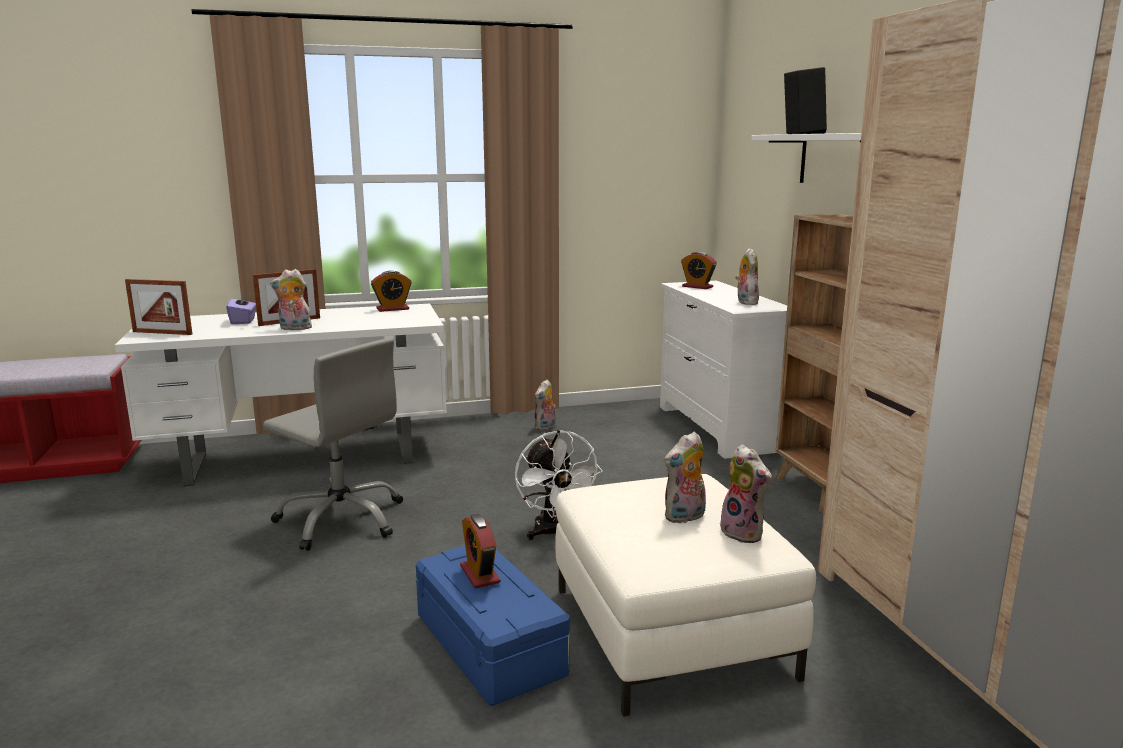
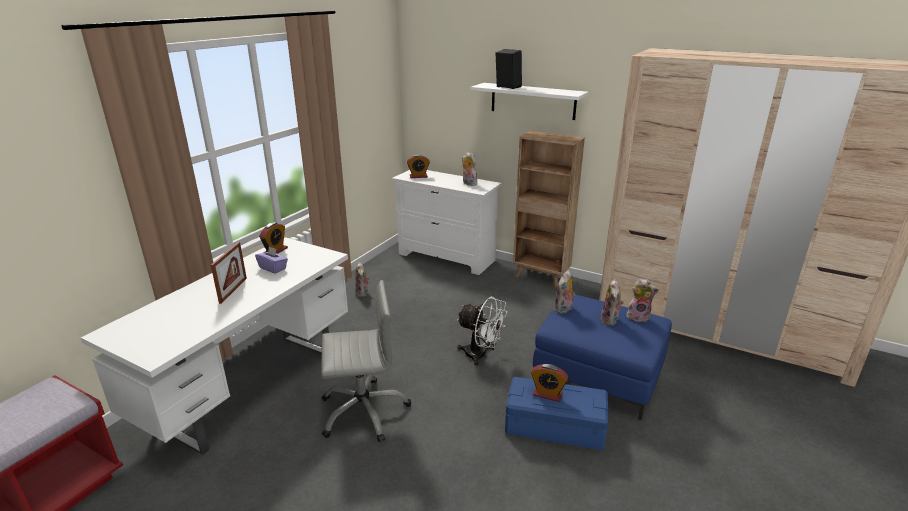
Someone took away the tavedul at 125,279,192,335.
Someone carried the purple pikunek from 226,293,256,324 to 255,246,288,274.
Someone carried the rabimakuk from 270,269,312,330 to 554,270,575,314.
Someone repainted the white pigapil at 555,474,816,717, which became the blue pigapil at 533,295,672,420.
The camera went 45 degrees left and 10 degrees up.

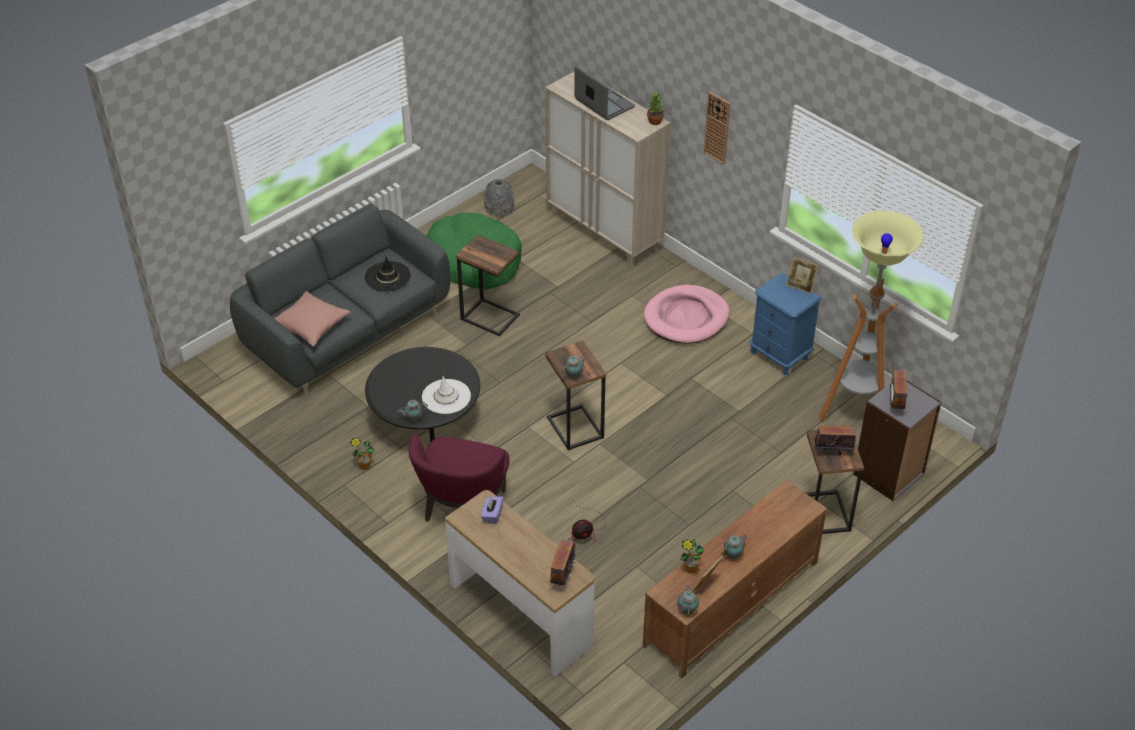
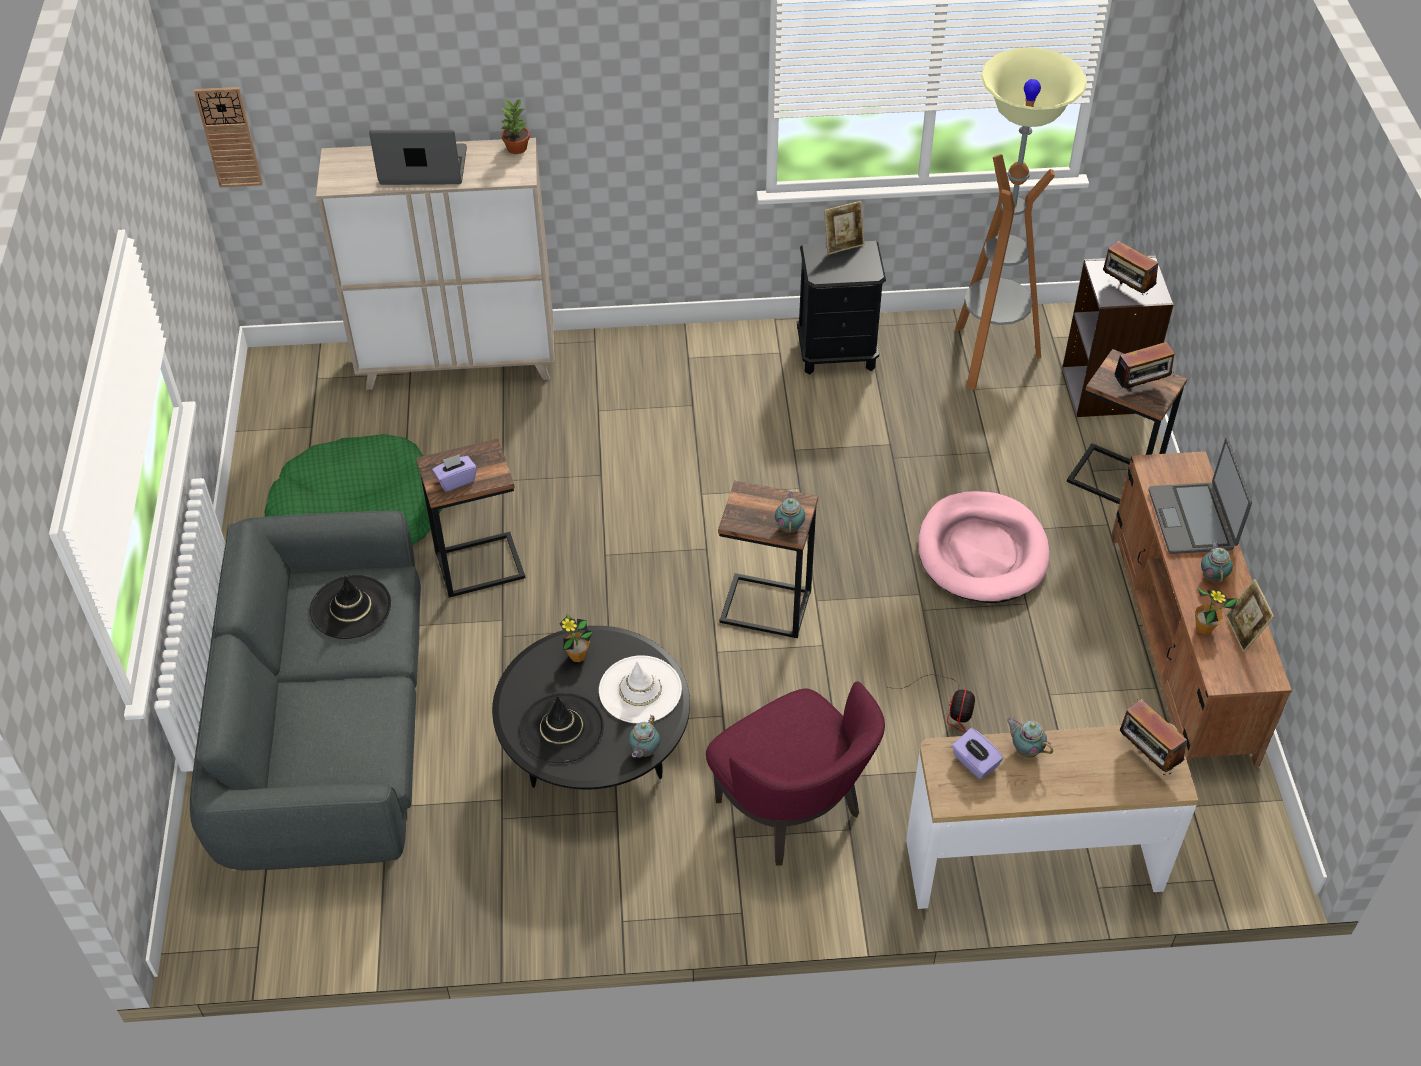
Someone took away the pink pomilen at 274,291,350,347.
Someone took away the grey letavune at 484,179,514,217.
Someone put down the purple pikunek at 432,454,477,492.
Someone put down the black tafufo at 519,693,604,763.
Someone put down the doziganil at 1149,438,1252,554.
Someone carried the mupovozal from 350,438,375,470 to 559,614,593,662.
Someone carried the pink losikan from 643,285,730,344 to 918,491,1050,603.
Someone carried the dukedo from 677,585,699,616 to 1006,718,1053,758.
Someone carried the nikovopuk from 704,92,730,164 to 194,87,263,187.
Someone repainted the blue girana at 750,273,822,375, which became the black girana at 797,241,886,375.
Someone rotated the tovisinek at 815,420,856,456 by 150 degrees counterclockwise.
The camera went 50 degrees left and 5 degrees up.

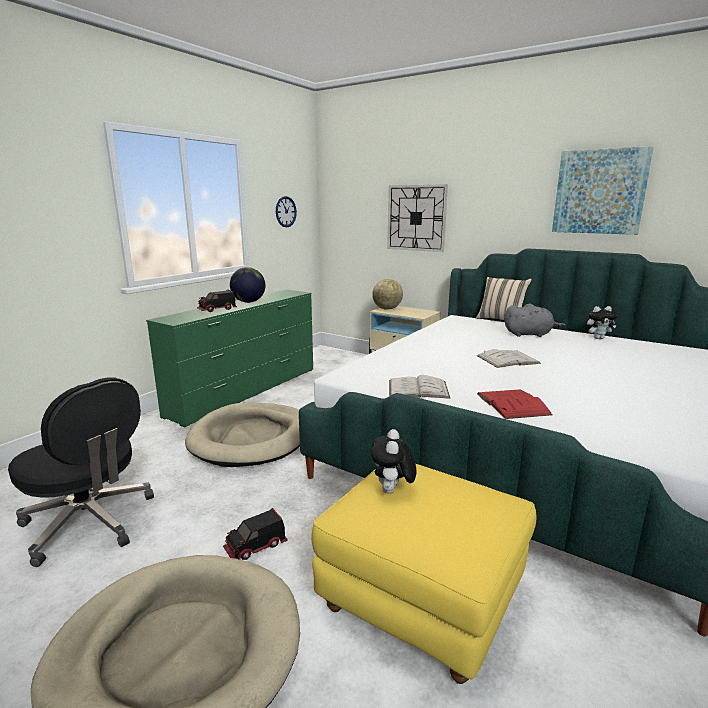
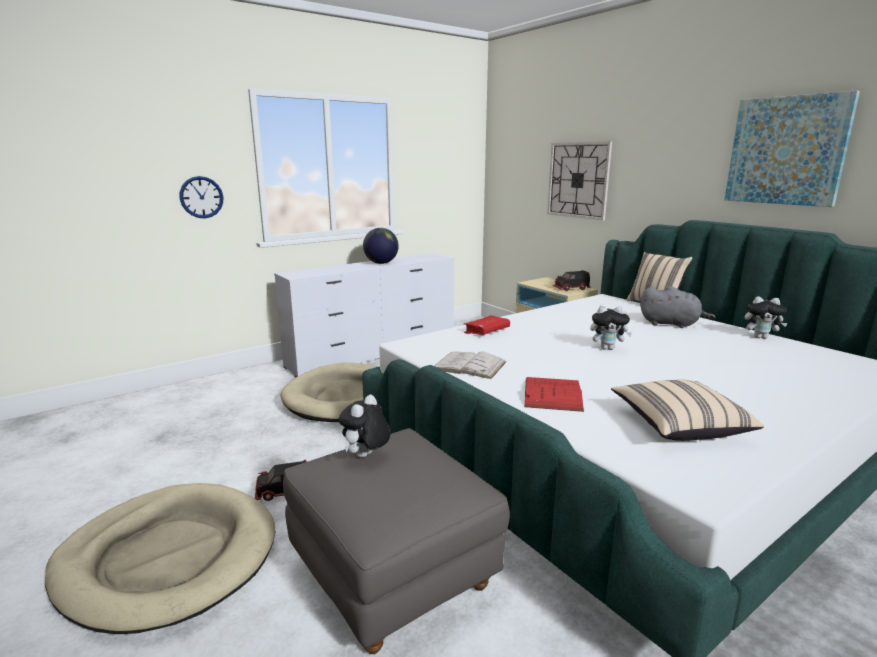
Someone took away the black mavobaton at 8,377,154,567.
Someone took away the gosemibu at 372,279,403,310.
Someone put down the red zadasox at 464,315,510,335.
Someone put down the beige pomilen at 611,380,764,441.
Someone carried the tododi from 197,290,237,312 to 552,270,591,291.
Someone carried the nikovopuk from 276,196,297,227 to 180,176,223,218.
Someone swapped the white zadasox at 477,349,541,368 for the rabimakuk at 590,306,632,350.
Someone repainted the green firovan at 146,289,313,427, which became the white firovan at 274,253,455,377.
Someone repainted the yellow pigapil at 311,464,537,684, which became the grey pigapil at 283,428,510,654.
The camera went 20 degrees right and 0 degrees up.

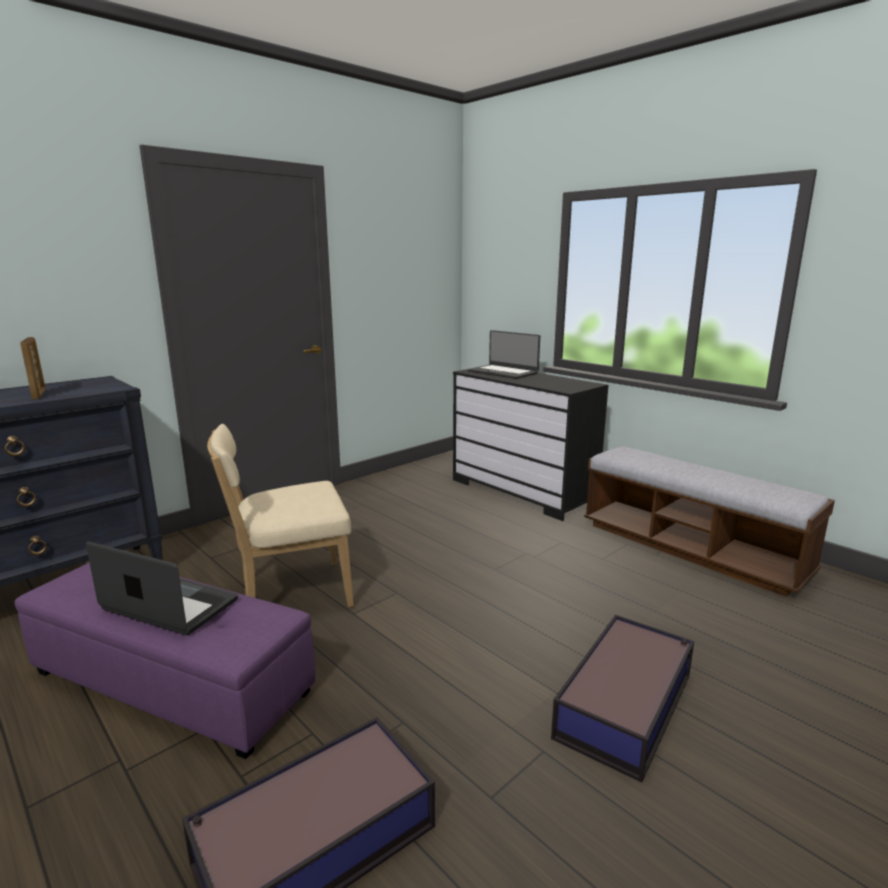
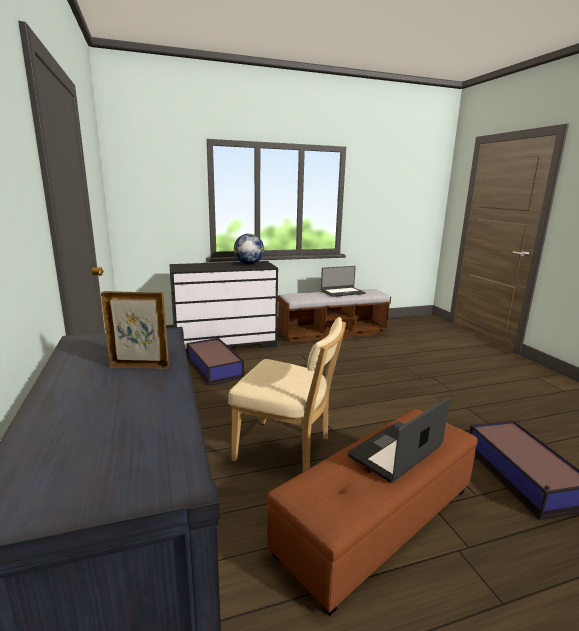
Someone put down the gosemibu at 234,234,264,264.
Someone carried the doziganil from 468,330,540,379 to 321,266,366,297.
Someone carried the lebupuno from 551,615,694,783 to 187,338,244,386.
Someone repainted the purple pigapil at 14,563,315,759, which became the brown pigapil at 267,409,478,616.
Someone rotated the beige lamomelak at 207,424,354,607 by 75 degrees counterclockwise.
The camera went 65 degrees left and 0 degrees up.

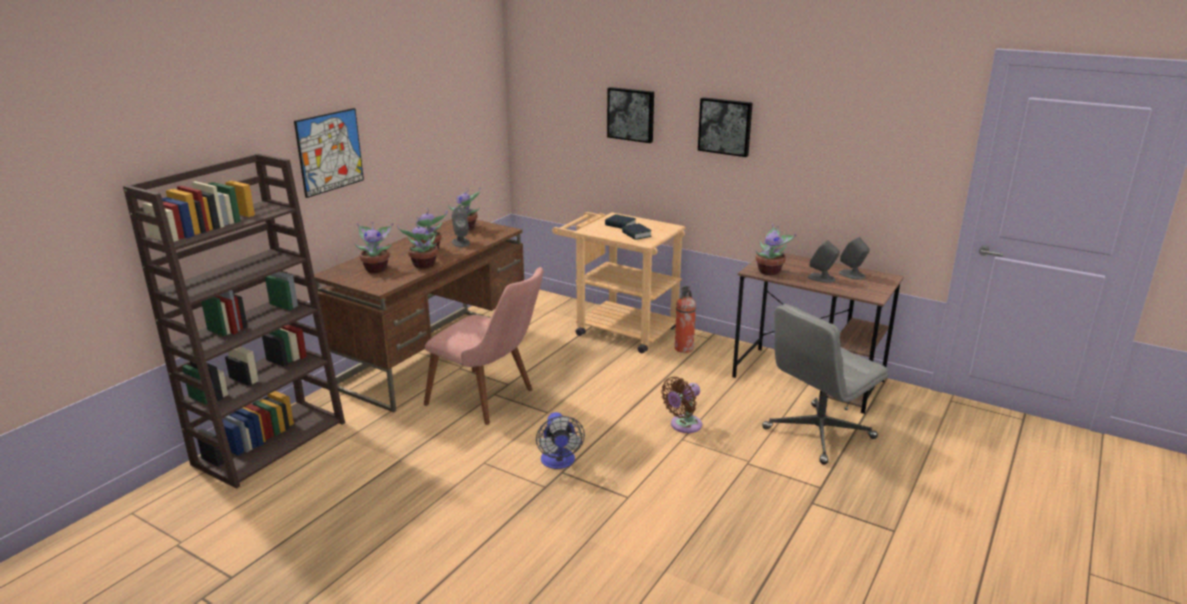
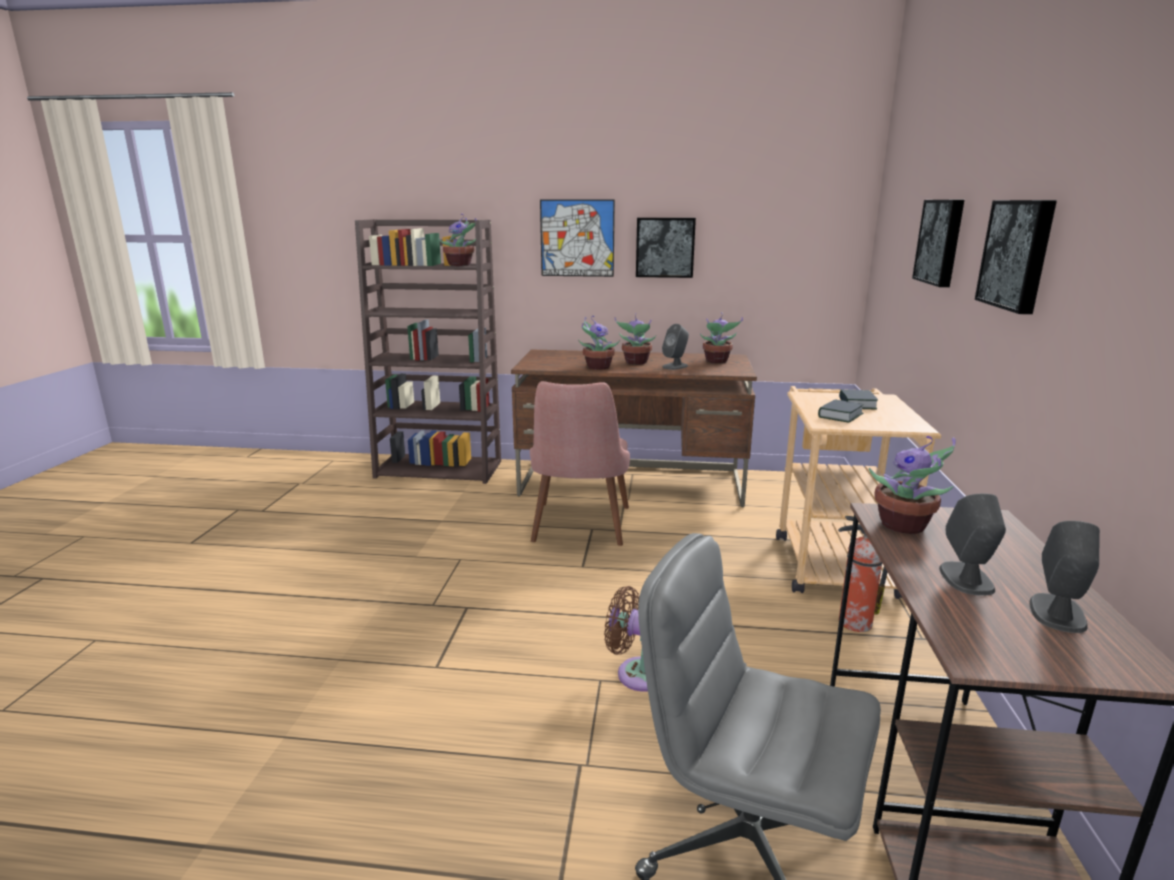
Someone took away the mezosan at 536,412,585,469.
Someone put up the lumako at 636,218,696,278.
Someone carried the mupovozal from 354,222,393,273 to 438,214,477,266.
The camera went 65 degrees right and 5 degrees down.

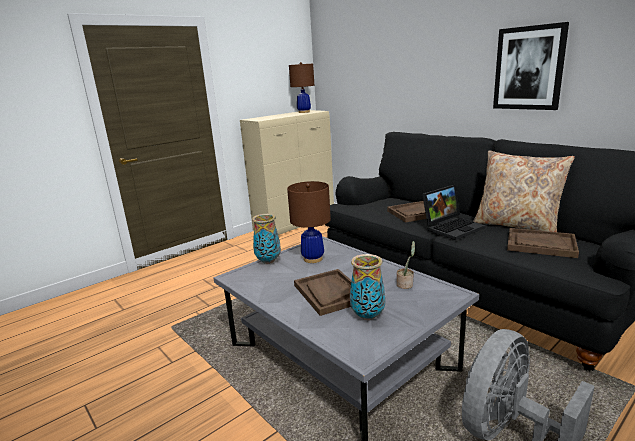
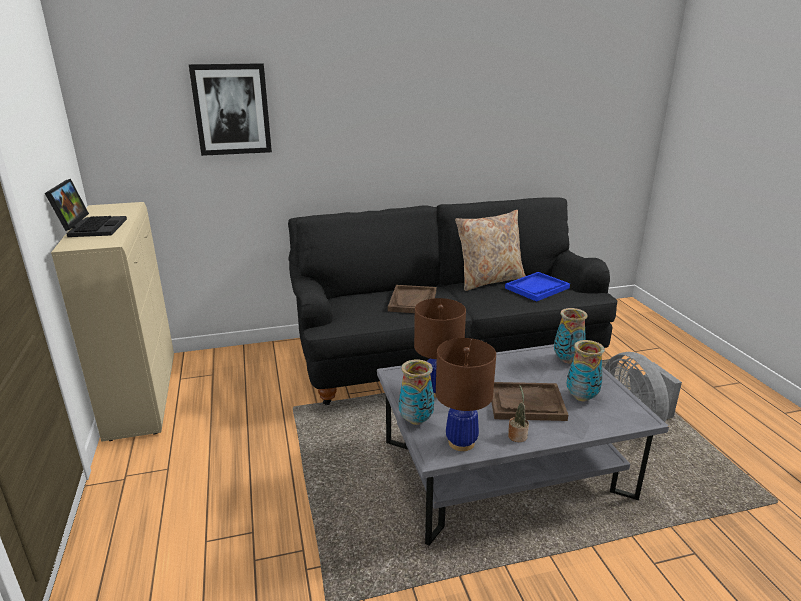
Someone put down the letavune at 554,308,588,363.
Someone carried the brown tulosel from 289,62,314,113 to 436,338,496,451.
Someone carried the mupovozal from 397,241,415,289 to 508,385,529,442.
Someone carried the doziganil from 422,185,485,240 to 45,179,127,237.
Someone carried the lumako from 493,22,569,110 to 189,63,272,156.
Someone repainted the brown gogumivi at 507,228,579,258, which became the blue gogumivi at 505,272,570,302.
The camera went 65 degrees left and 5 degrees up.

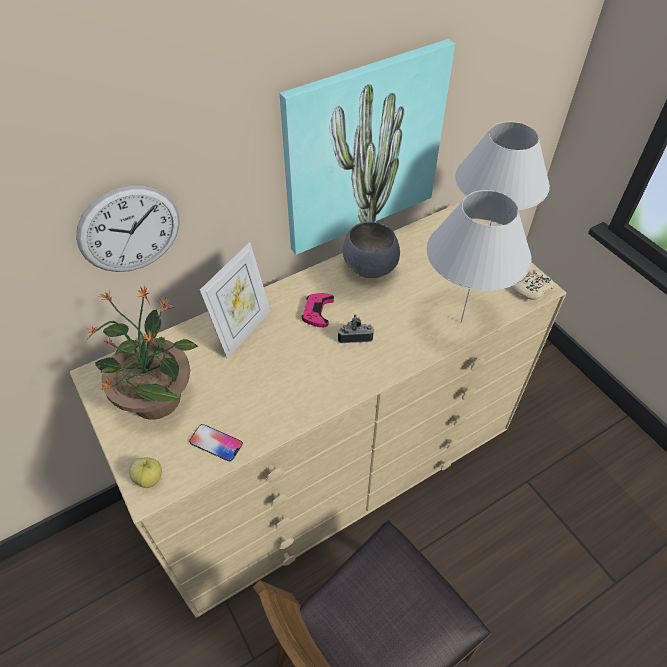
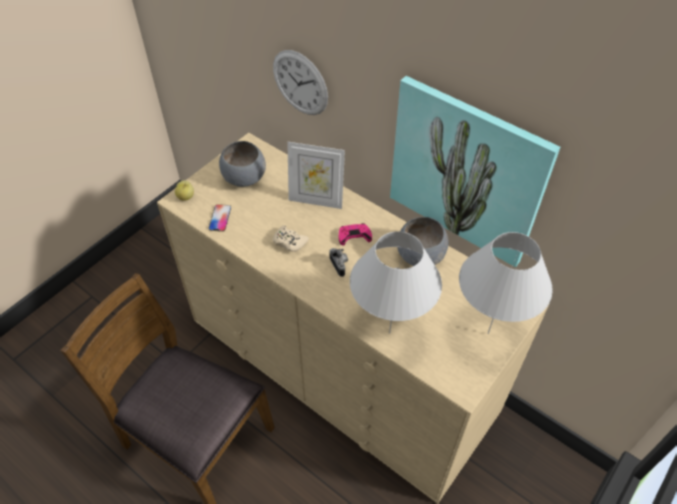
Someone carried the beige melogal from 511,270,555,300 to 273,225,309,252.
Someone swapped the mupovozal at 87,286,198,420 for the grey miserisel at 219,141,266,187.
The camera went 70 degrees right and 0 degrees up.

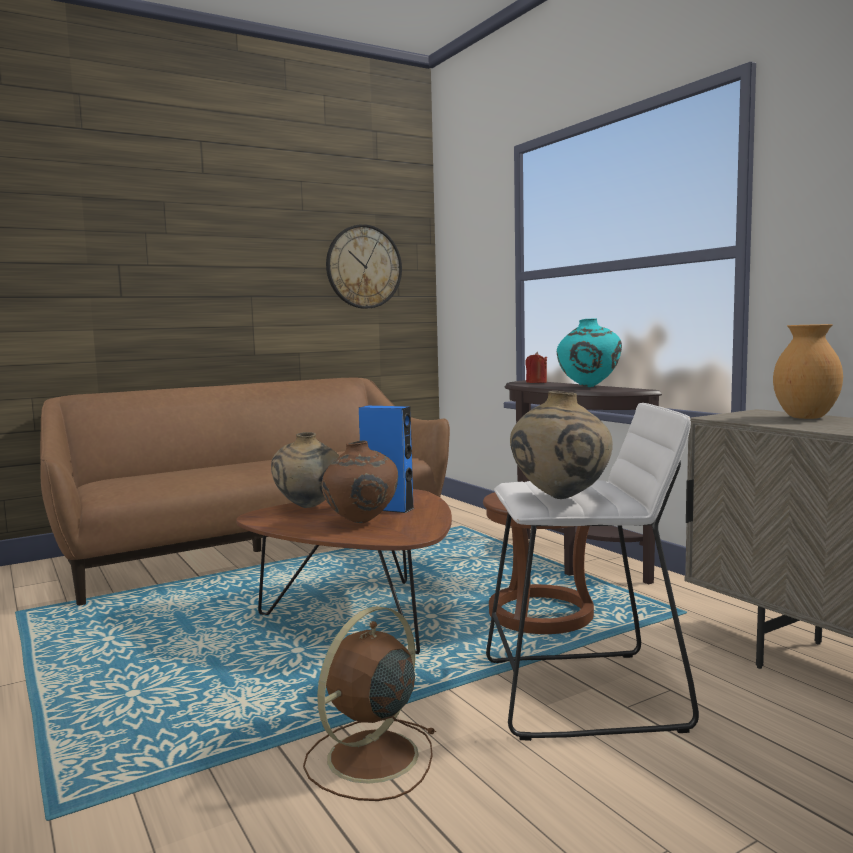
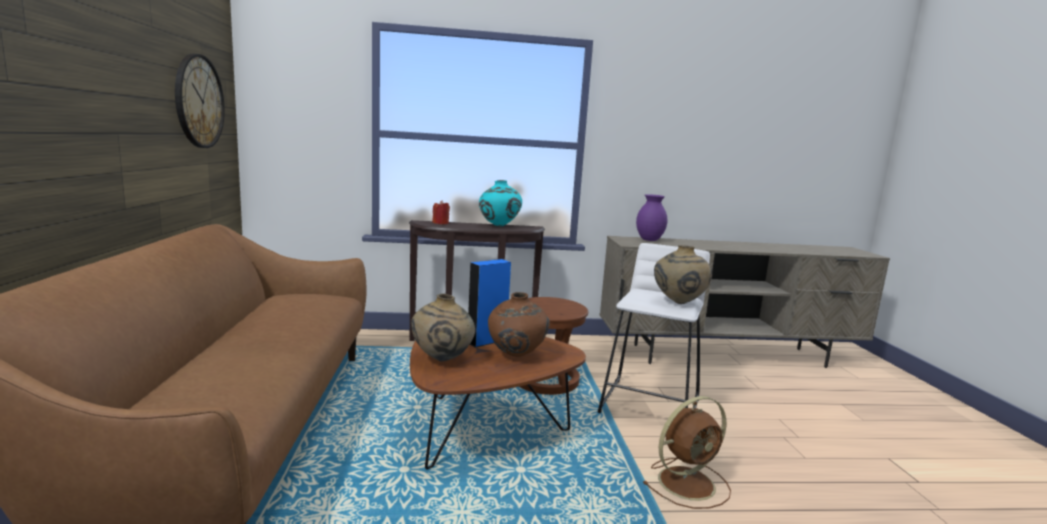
Someone repainted the brown letavune at 773,324,843,419, which became the purple letavune at 636,194,667,241.
Someone rotated the brown mezosan at 303,606,436,801 by 90 degrees counterclockwise.
The camera went 65 degrees left and 5 degrees up.

